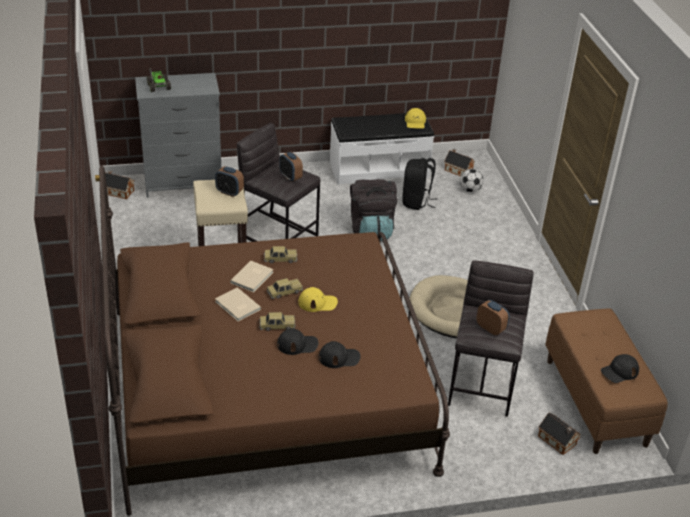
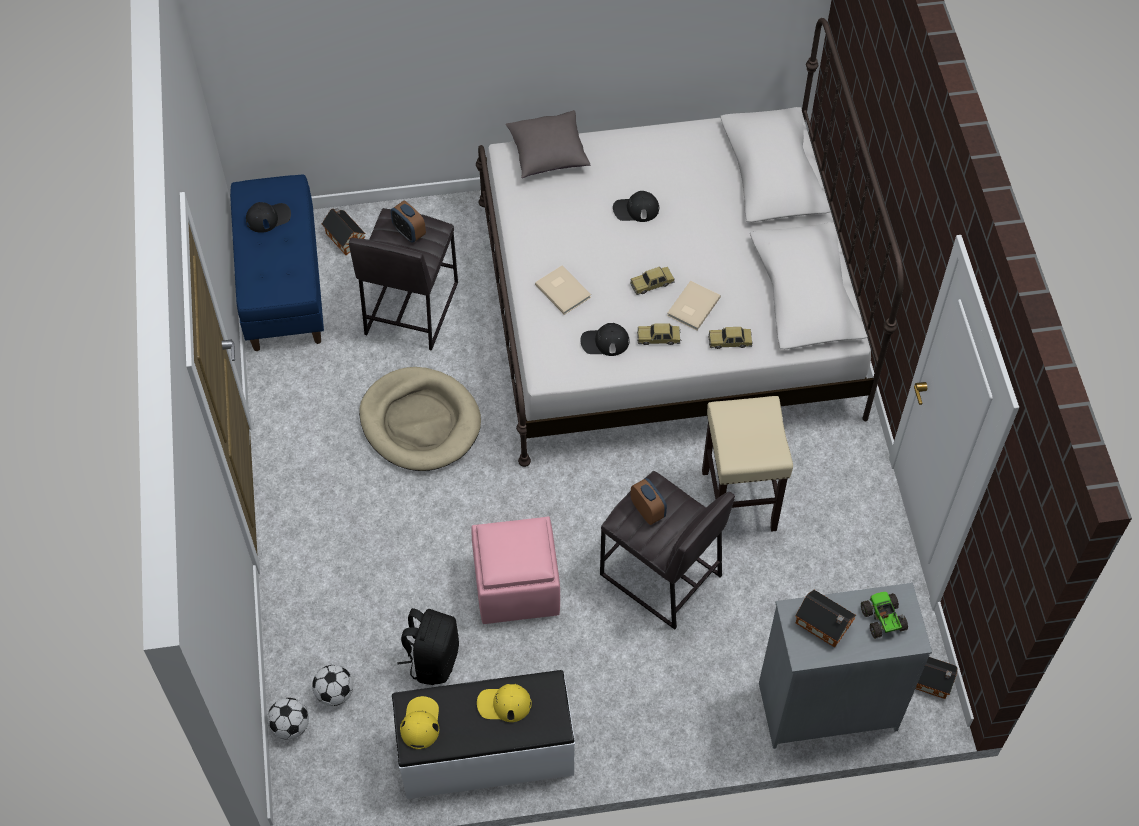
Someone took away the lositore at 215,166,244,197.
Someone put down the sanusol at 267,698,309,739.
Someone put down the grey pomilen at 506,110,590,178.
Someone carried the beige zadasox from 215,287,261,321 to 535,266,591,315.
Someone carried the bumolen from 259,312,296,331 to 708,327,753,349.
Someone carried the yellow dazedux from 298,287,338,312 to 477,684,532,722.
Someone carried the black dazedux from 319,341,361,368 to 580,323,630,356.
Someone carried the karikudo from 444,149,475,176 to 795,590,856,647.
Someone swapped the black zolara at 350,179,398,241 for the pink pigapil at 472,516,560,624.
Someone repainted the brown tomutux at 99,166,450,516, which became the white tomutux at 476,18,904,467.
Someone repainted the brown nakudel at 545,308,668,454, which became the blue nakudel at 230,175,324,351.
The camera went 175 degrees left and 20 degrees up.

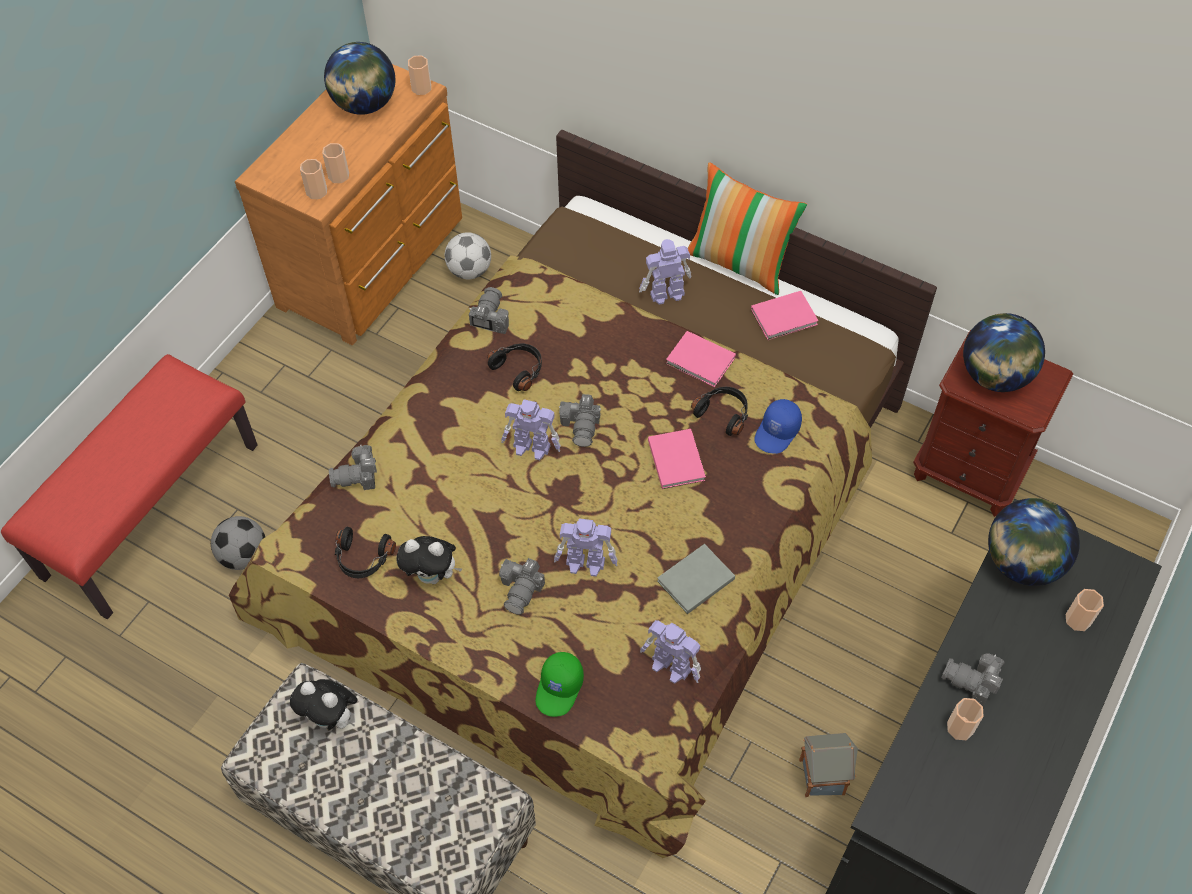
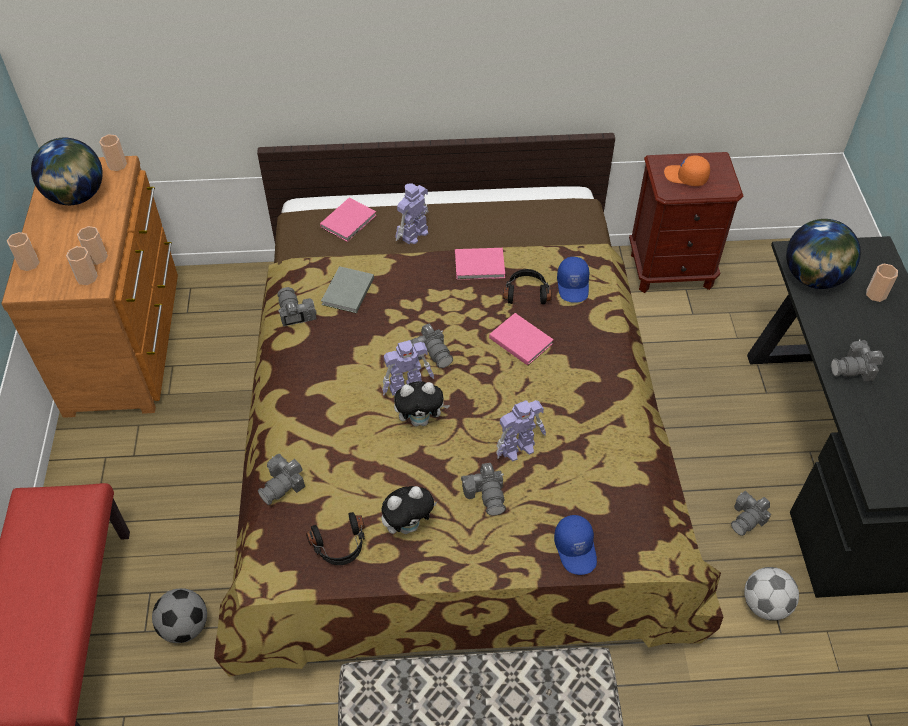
Someone took away the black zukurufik at 487,344,542,391.
Someone took away the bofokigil at 640,620,701,684.
Someone took away the pomilen at 688,162,807,295.
Someone carried the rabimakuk from 290,679,358,730 to 394,381,450,427.
Someone carried the sanusol from 445,232,491,279 to 744,567,799,621.
Someone carried the grey zadasox from 657,544,735,614 to 321,266,374,313.
Someone carried the pink zadasox from 751,291,819,340 to 320,198,376,242.
Someone carried the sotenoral from 947,698,984,740 to 7,232,40,271.
Someone swapped the karikudo at 799,733,858,797 for the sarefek at 731,491,771,536.
Someone swapped the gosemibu at 963,313,1045,392 for the orange dazedux at 664,155,710,186.
Someone repainted the green dazedux at 536,652,584,717, which became the blue dazedux at 554,515,597,575.
The camera went 35 degrees left and 5 degrees down.

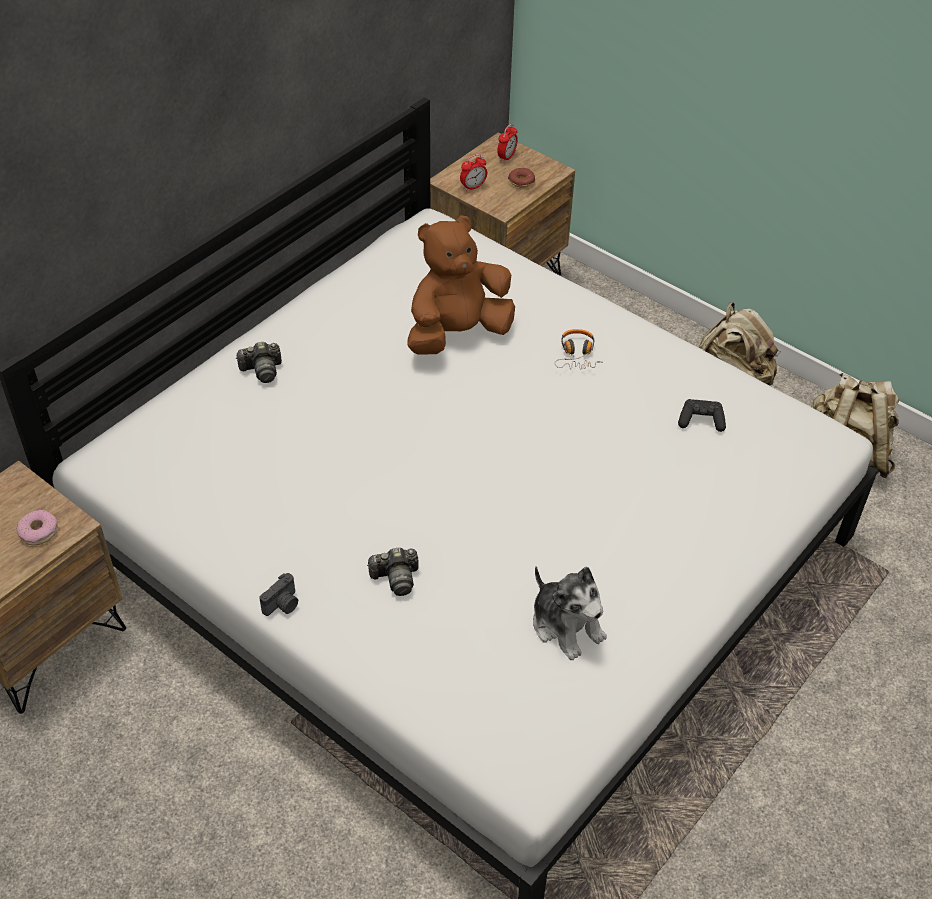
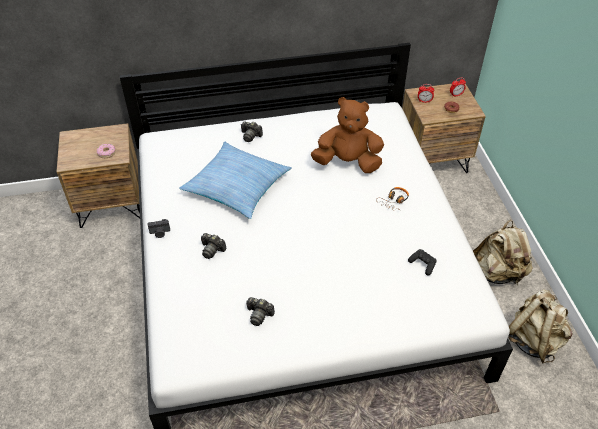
Someone put down the pomilen at 179,141,292,219.
Someone swapped the rabimakuk at 533,566,607,660 for the sarefek at 246,297,275,326.
The camera went 40 degrees right and 0 degrees up.

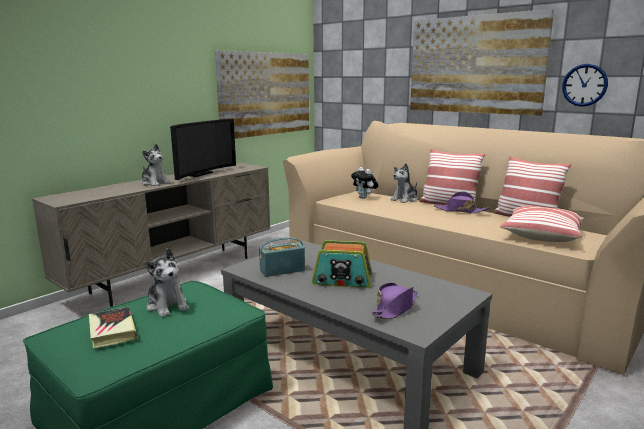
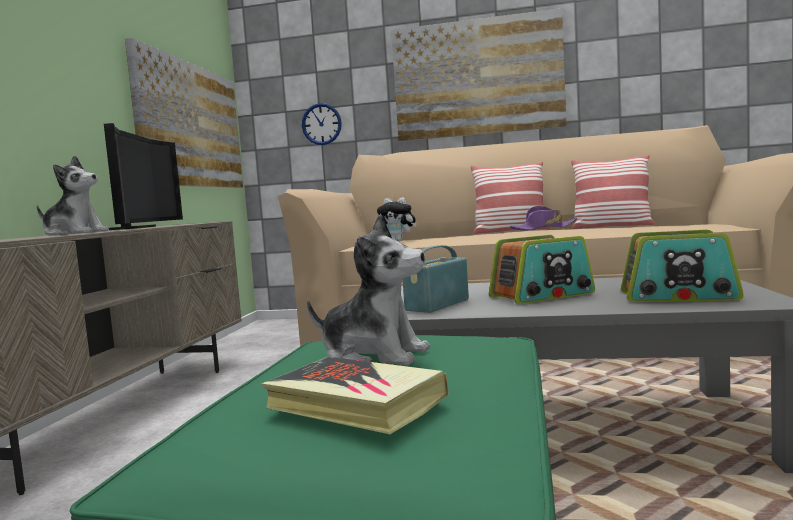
Someone took away the rabimakuk at 391,164,417,203.
Someone took away the pomilen at 500,206,584,242.
Someone carried the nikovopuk from 562,64,608,107 to 302,103,342,145.
Someone swapped the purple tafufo at 371,283,418,319 for the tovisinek at 621,230,744,302.
The camera went 30 degrees left and 10 degrees down.

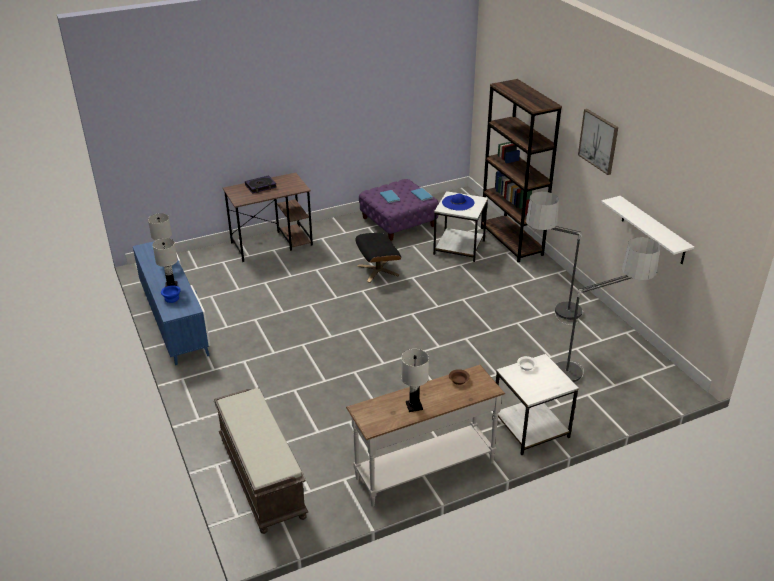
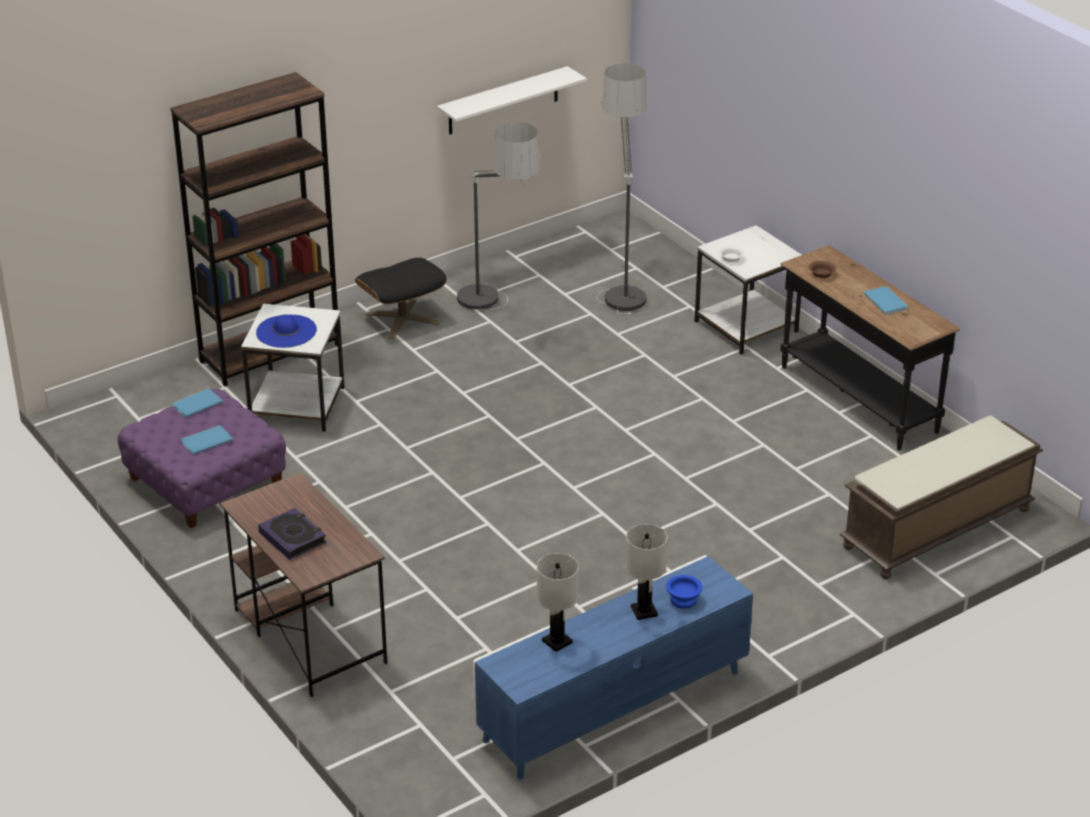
Someone took away the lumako at 578,109,618,175.
Someone carried the black pigapil from 355,233,401,283 to 355,258,447,340.
Someone swapped the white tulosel at 401,349,429,412 for the blue zadasox at 864,286,908,314.
Someone repainted the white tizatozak at 346,365,505,507, which became the black tizatozak at 780,245,960,451.
The camera went 100 degrees left and 0 degrees up.

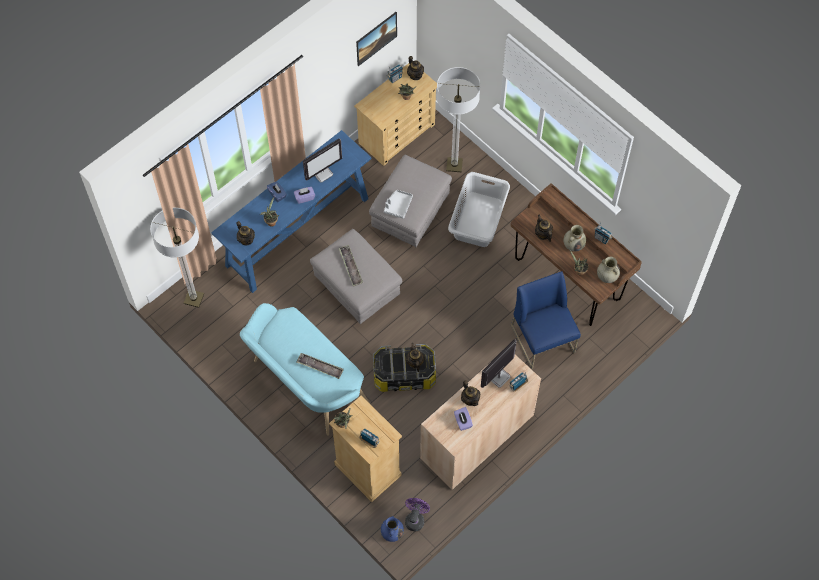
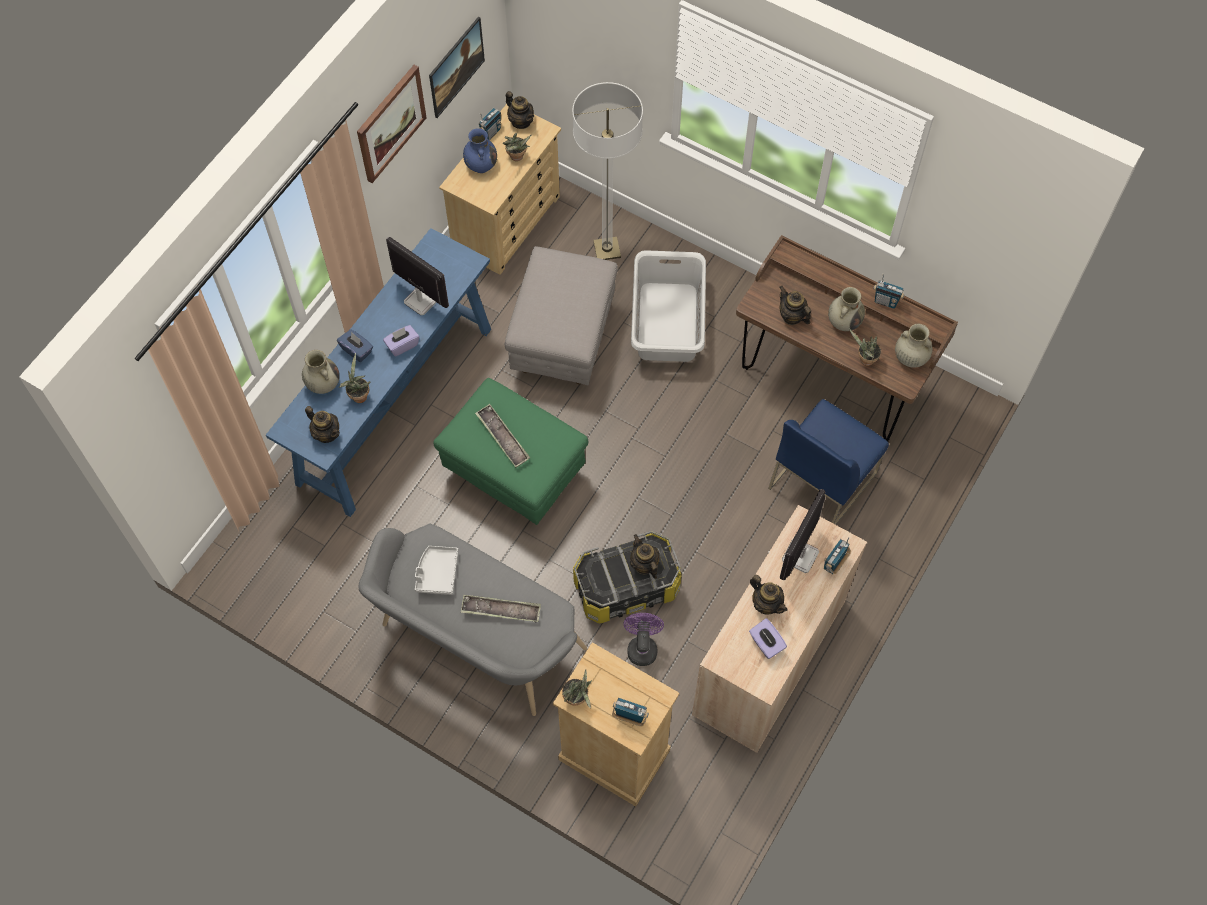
Someone took away the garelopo at 150,208,204,308.
Someone put down the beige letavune at 302,350,340,394.
Someone put up the lumako at 357,65,427,183.
Someone carried the blue letavune from 381,516,404,542 to 463,128,497,173.
Someone carried the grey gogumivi from 384,190,413,219 to 415,546,458,595.
Someone carried the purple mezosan from 405,498,430,531 to 623,613,664,666.
Someone repainted the turquoise nakudel at 240,303,369,436, which became the grey nakudel at 358,523,587,716.
Someone repainted the grey pigapil at 310,229,402,324, which became the green pigapil at 433,378,589,525.
Someone rotated the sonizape at 303,139,342,182 by 90 degrees counterclockwise.
Someone rotated the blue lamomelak at 511,271,581,369 by 105 degrees counterclockwise.
The camera went 15 degrees left and 0 degrees up.

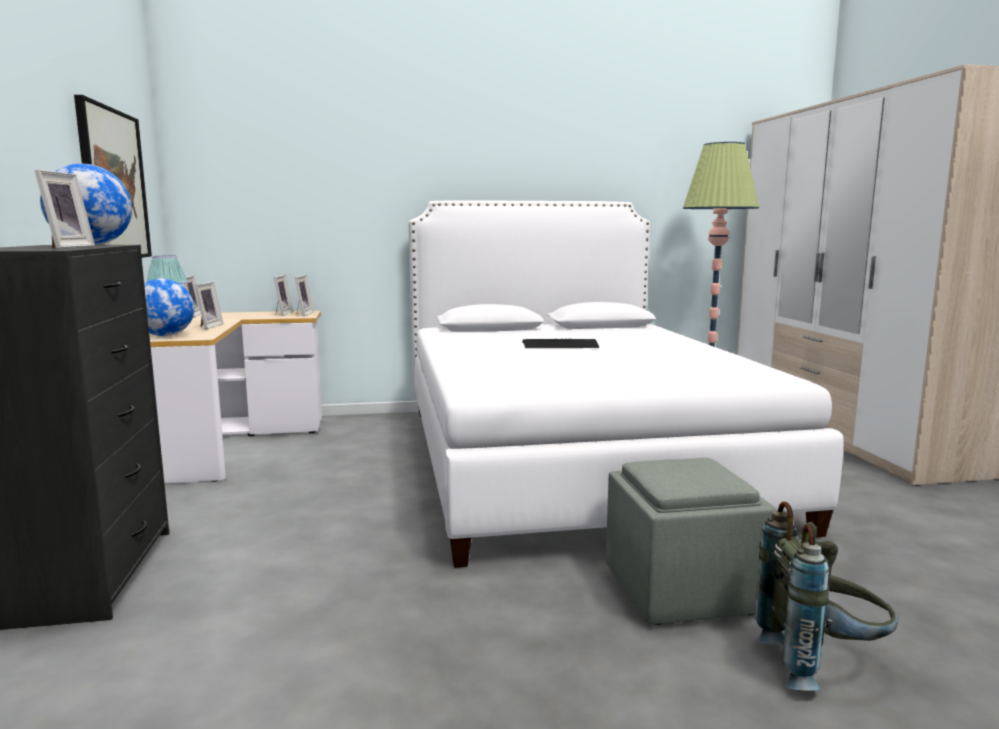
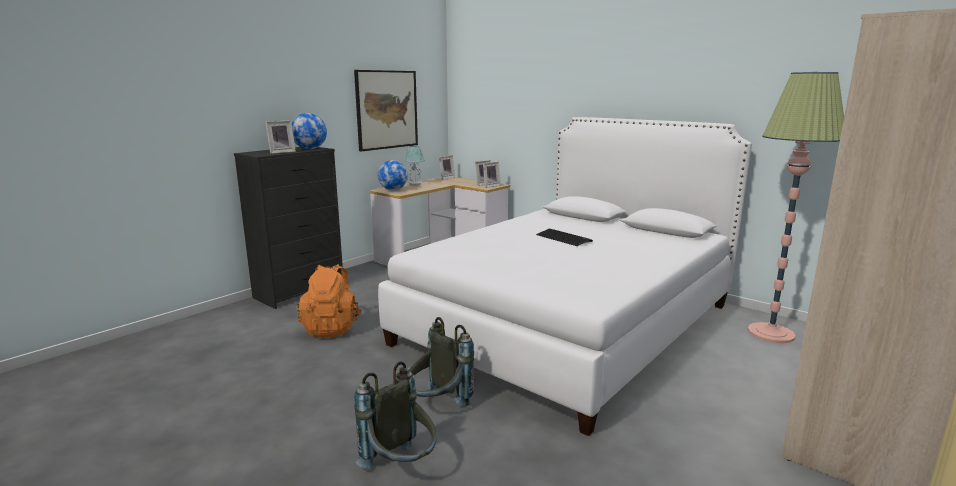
Someone took away the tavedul at 194,282,223,329.
Someone put down the orange zolara at 297,264,362,337.
Someone swapped the grey pigapil at 606,458,777,625 for the grey zolara at 410,317,474,407.
The camera went 50 degrees right and 5 degrees up.

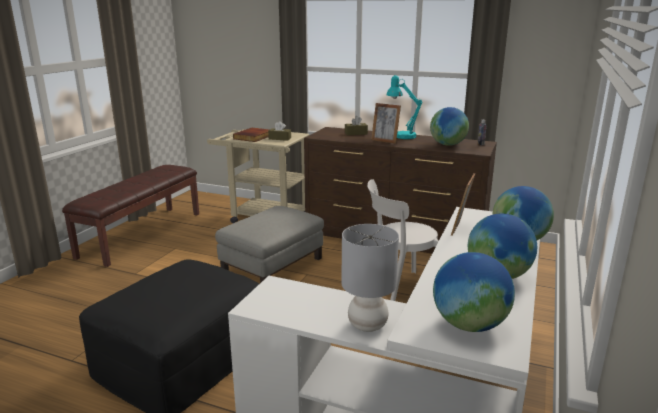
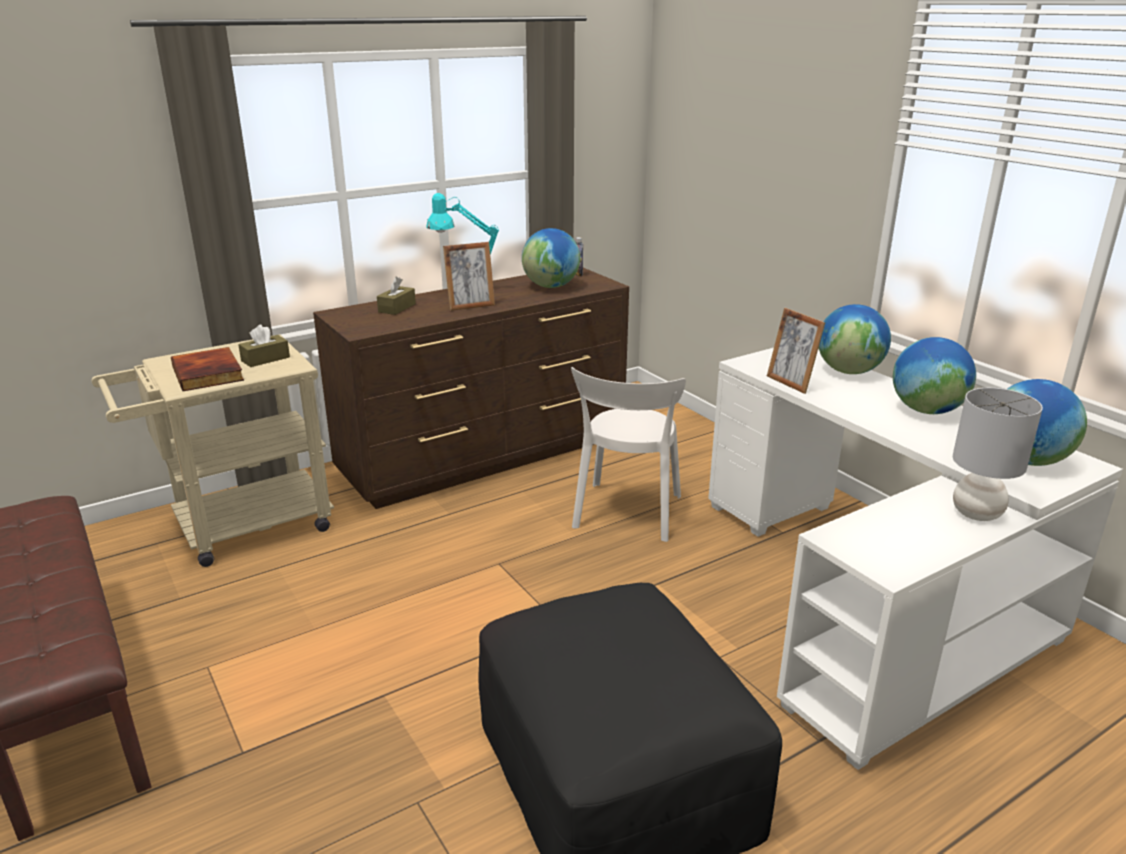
Someone took away the grey pigapil at 215,206,324,283.
The camera went 55 degrees left and 5 degrees up.

